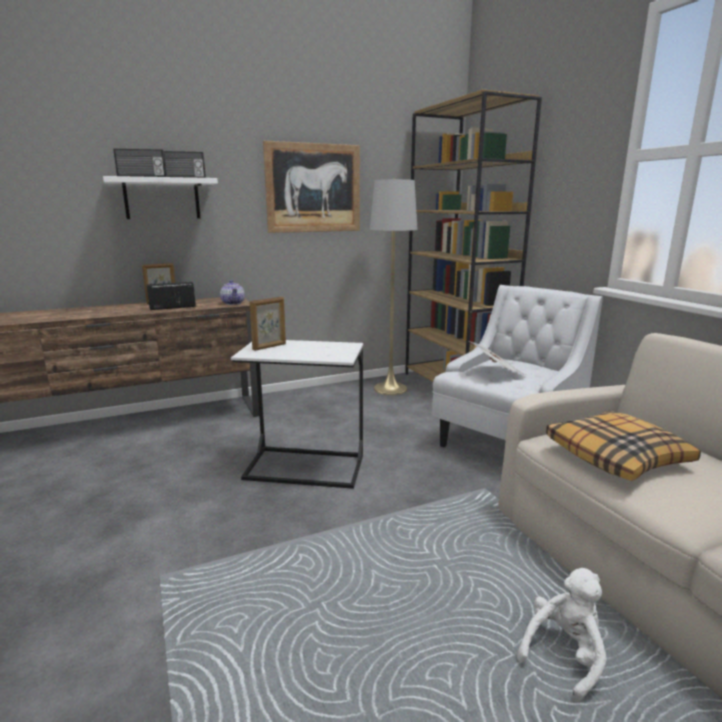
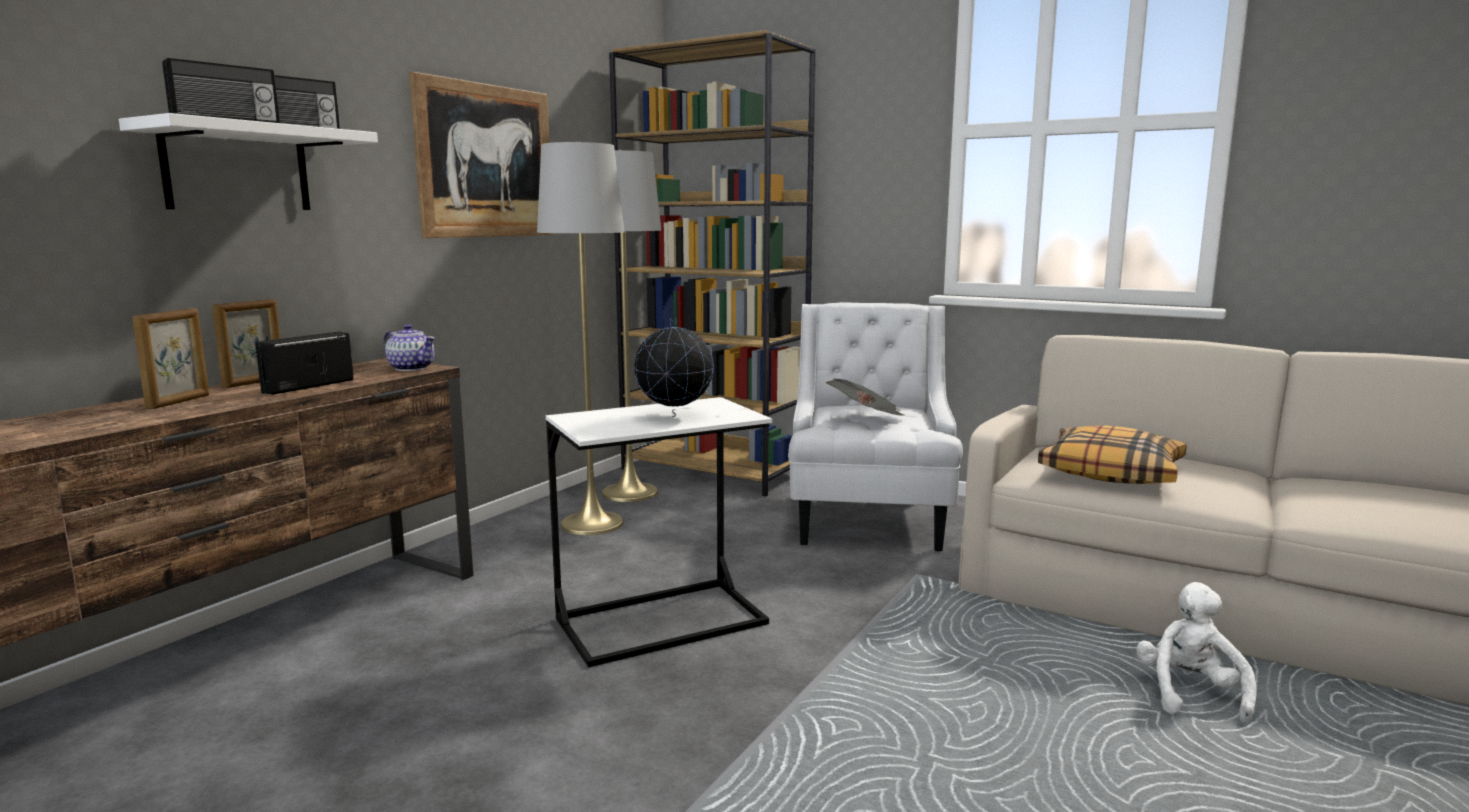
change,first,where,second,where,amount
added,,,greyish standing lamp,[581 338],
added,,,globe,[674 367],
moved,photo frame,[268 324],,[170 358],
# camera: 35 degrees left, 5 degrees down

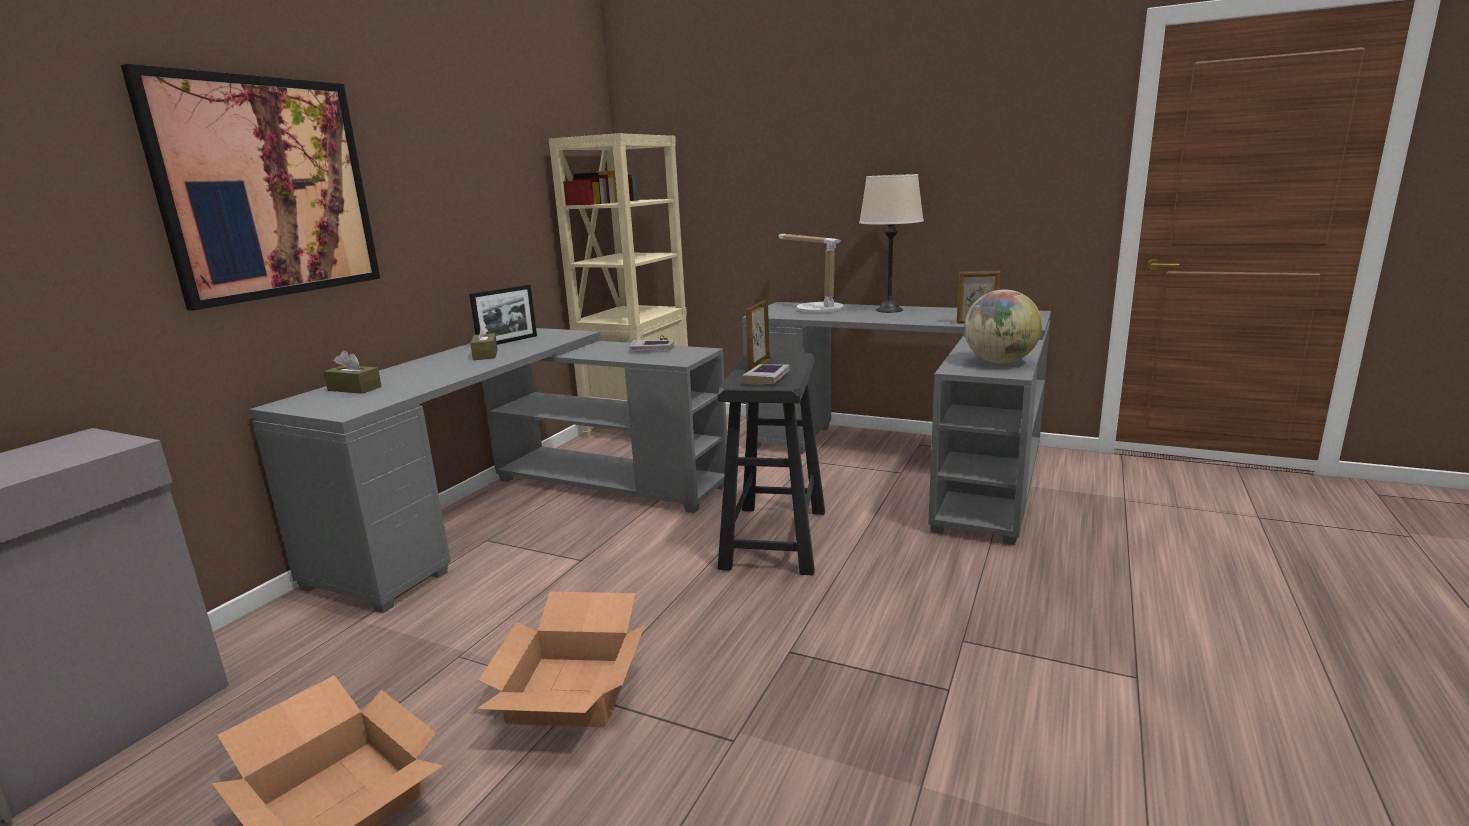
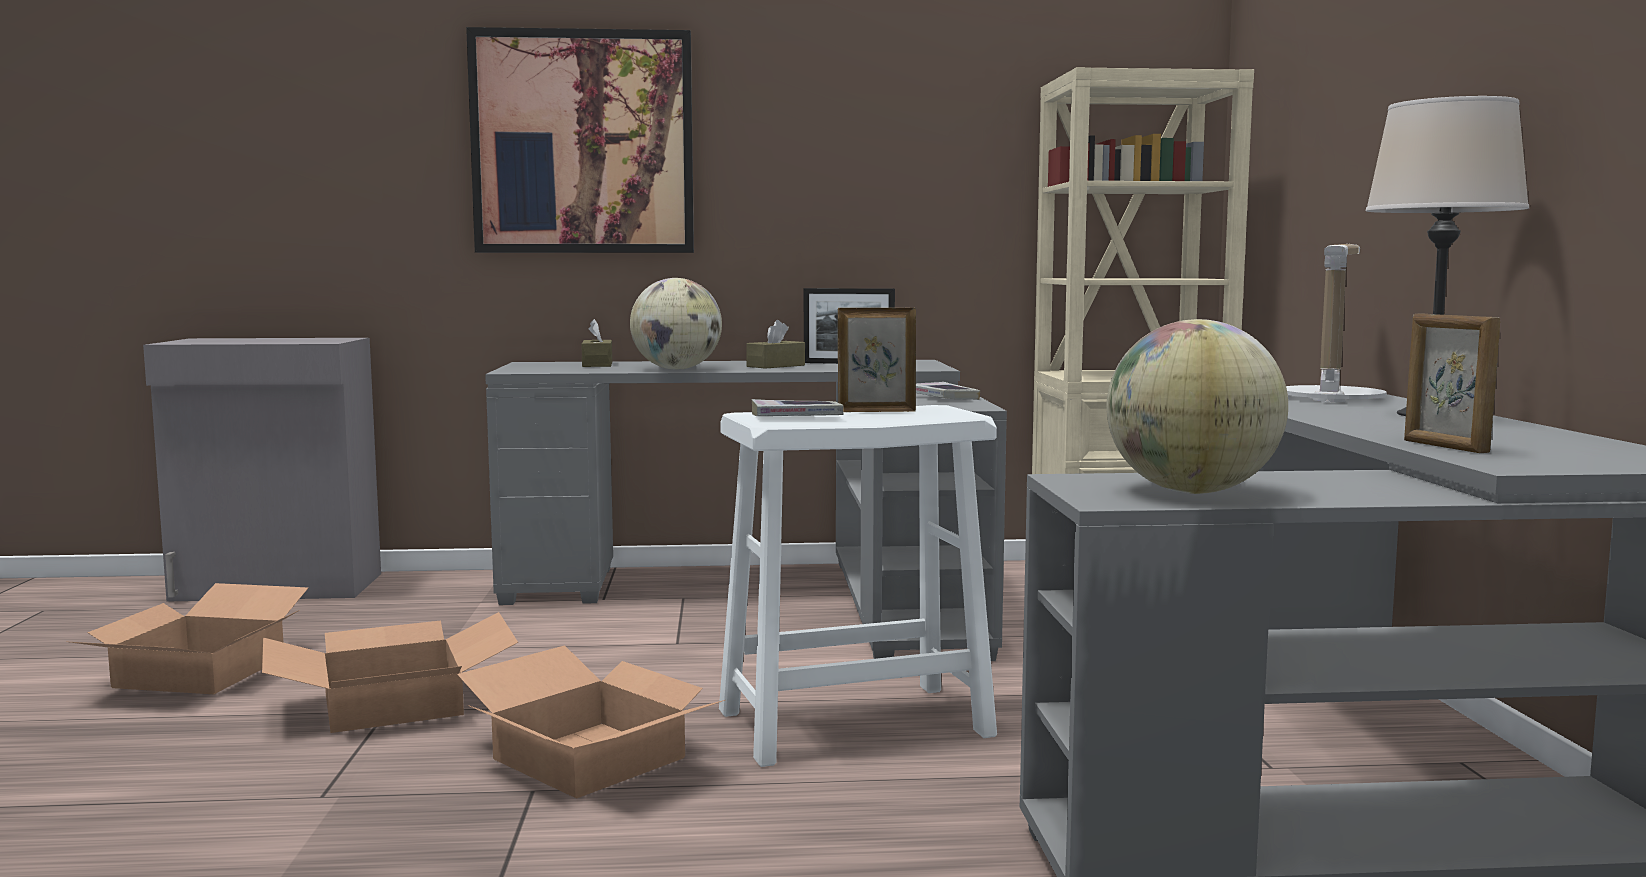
change,first,where,second,where,amount
added,,,cardboard box,[591 721],
added,,,globe,[676 324],
recoloured,blackish stool seat,[771 464],white stool seat,[858 586],
# camera: 60 degrees right, 10 degrees down

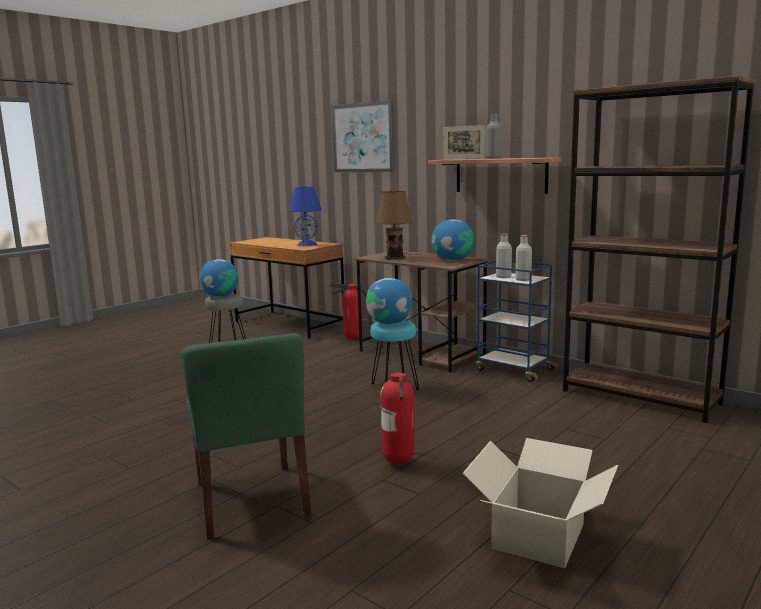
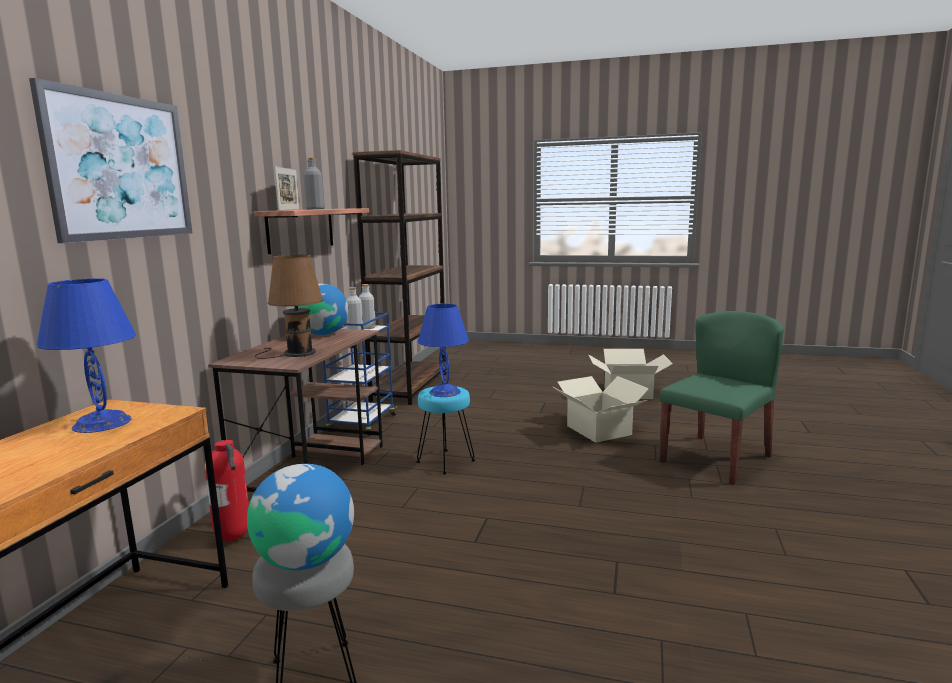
change,first,where,second,where,amount
replaced,globe,[389 301],blue-coloured table lamp,[443 350],
replaced,fire extinguisher,[397 418],cardboard box,[601 409],
# camera: 115 degrees left, 0 degrees up

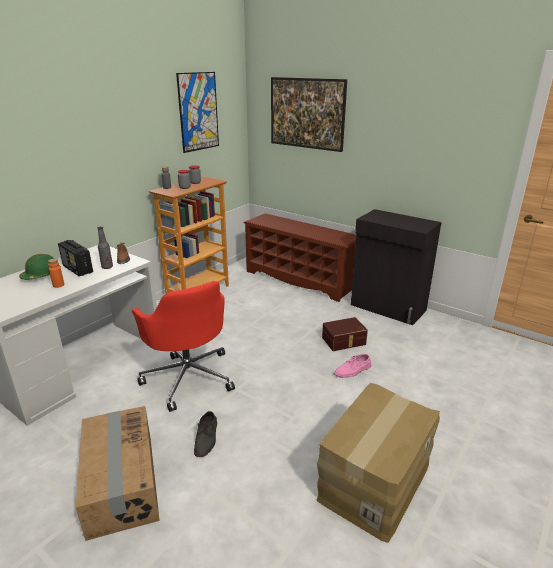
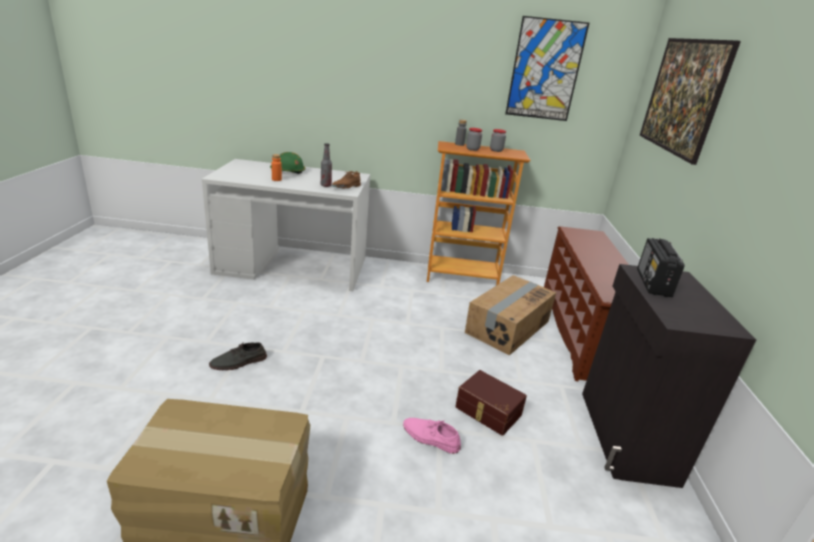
change,first,where,second,where,amount
removed,red office chair,[183 346],,,
moved,radio set,[75 258],,[661 267],
moved,cardboard box,[118 473],,[510 315],
# camera: 55 degrees right, 0 degrees up

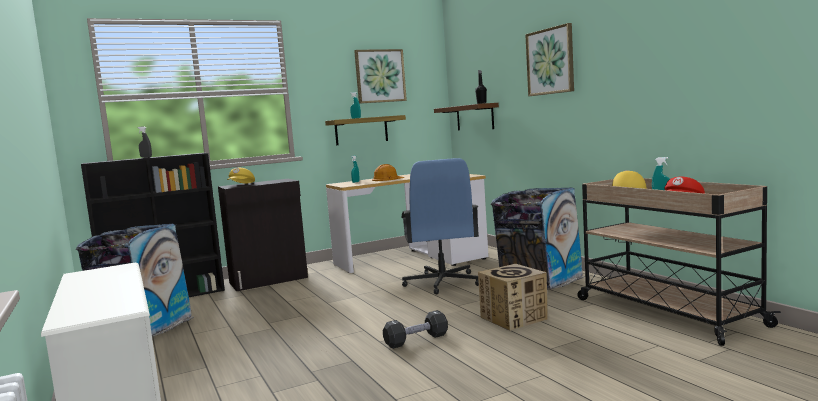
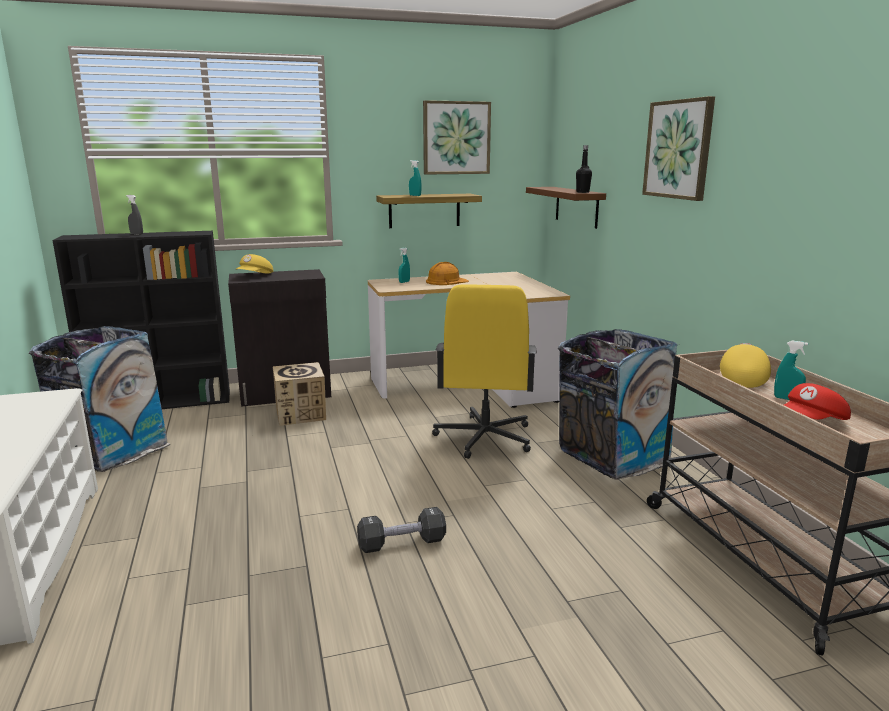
change,first,where,second,where,amount
moved,cardboard box,[513 297],,[299 394],
recoloured,blue-coloured office chair,[440 226],yellow-coloured office chair,[484 371],
# camera: 10 degrees right, 10 degrees up

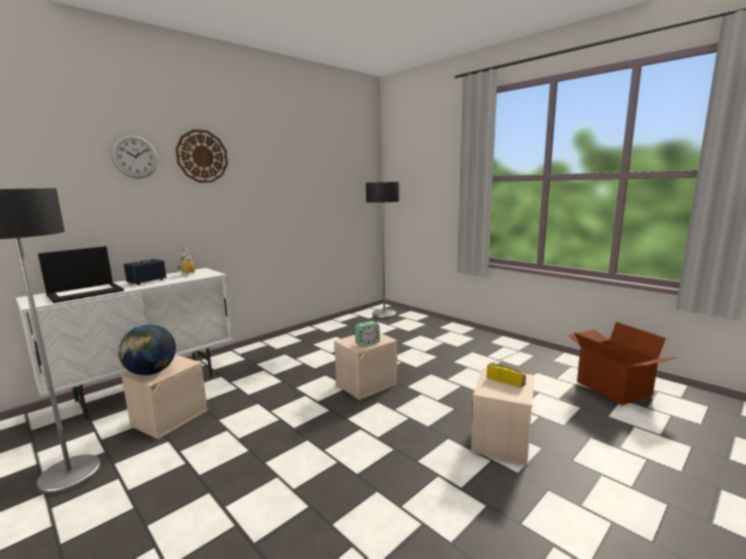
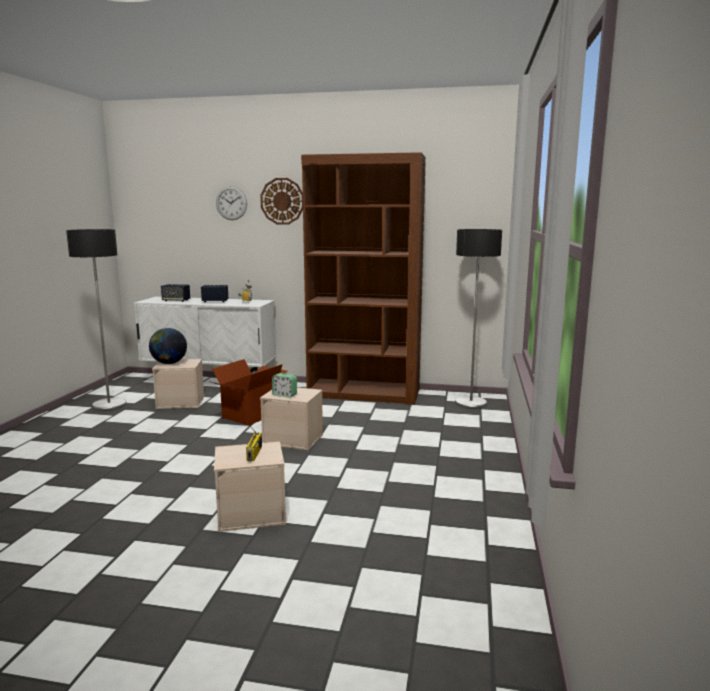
change,first,where,second,where,amount
added,,,brownish bookshelf,[363 278],
moved,cardboard box,[623 363],,[248 392],
replaced,laptop,[81 274],speaker,[175 293],
# camera: 55 degrees right, 0 degrees up

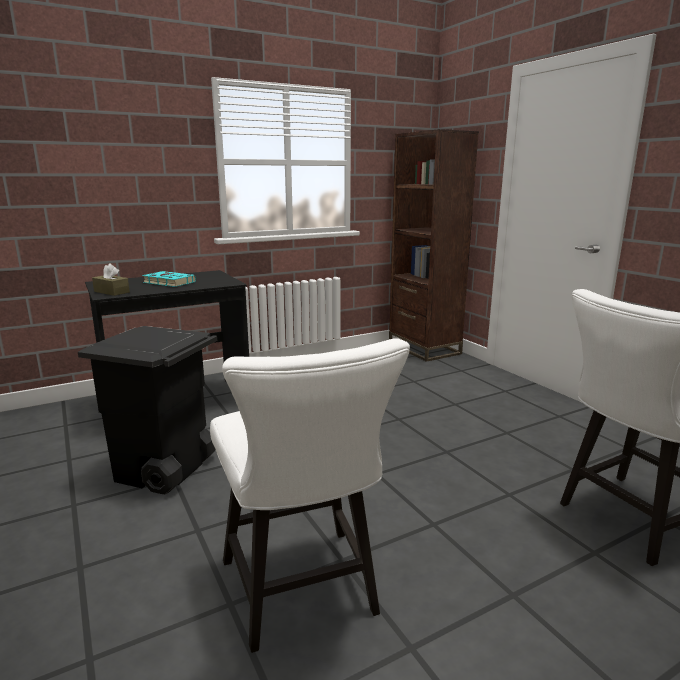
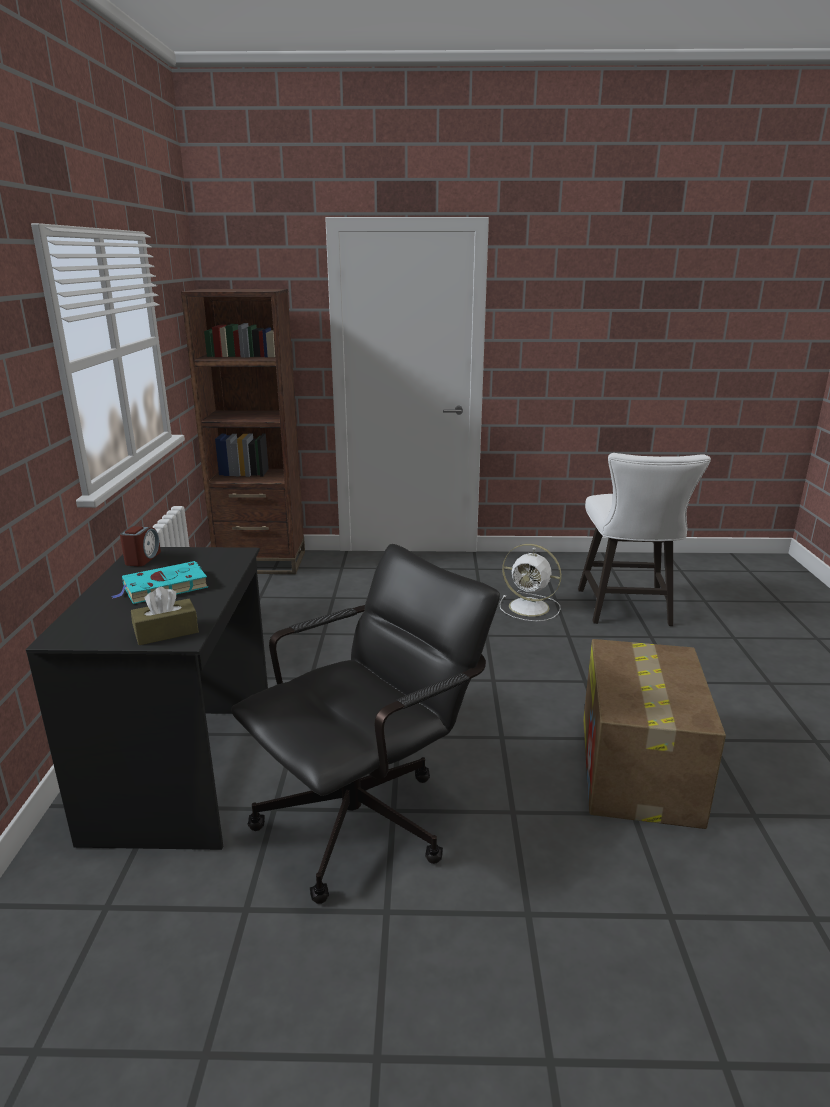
change,first,where,second,where,amount
added,,,bedside clock,[140 546],
added,,,white fan,[531 582],
replaced,blackish waste bin,[147 410],blackish office chair,[365 724],
replaced,white plain chair,[310 495],cardboard box,[654 734],
# camera: 60 degrees left, 5 degrees up

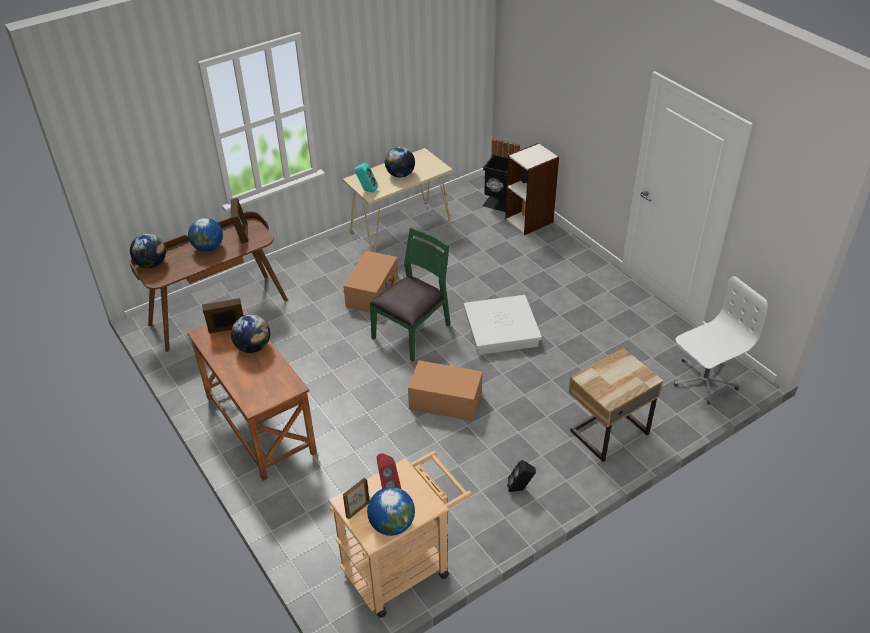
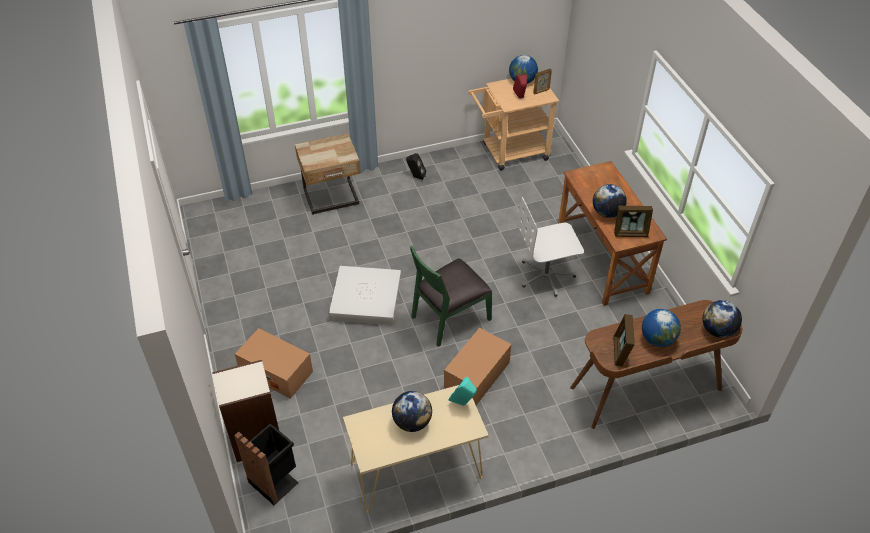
change,first,where,second,where,amount
moved,cardboard box,[445 390],,[274 363],
moved,white office chair,[720 340],,[550 247],
# camera: 165 degrees left, 5 degrees up

